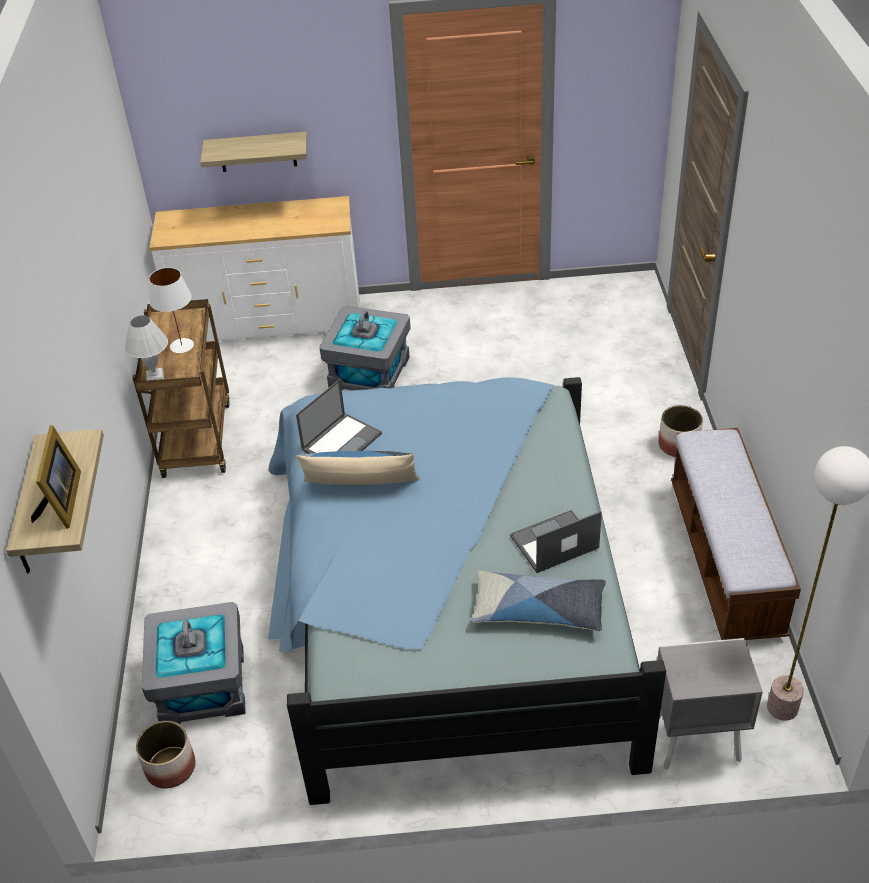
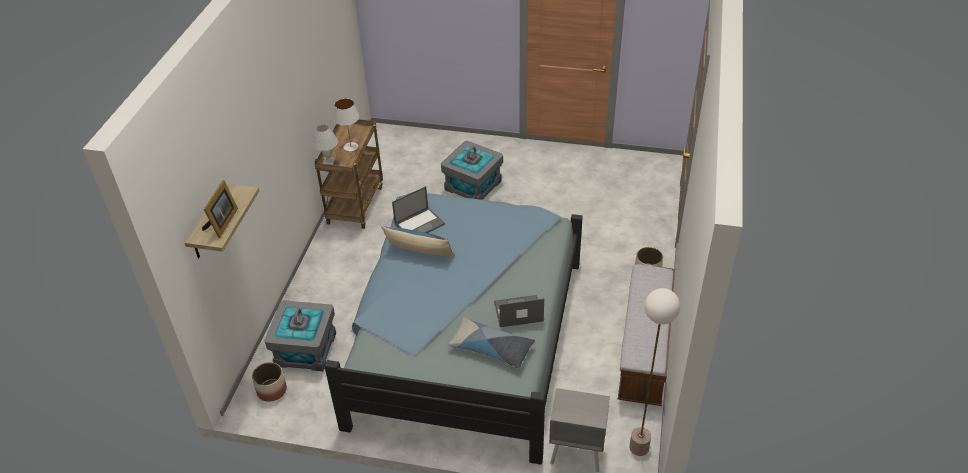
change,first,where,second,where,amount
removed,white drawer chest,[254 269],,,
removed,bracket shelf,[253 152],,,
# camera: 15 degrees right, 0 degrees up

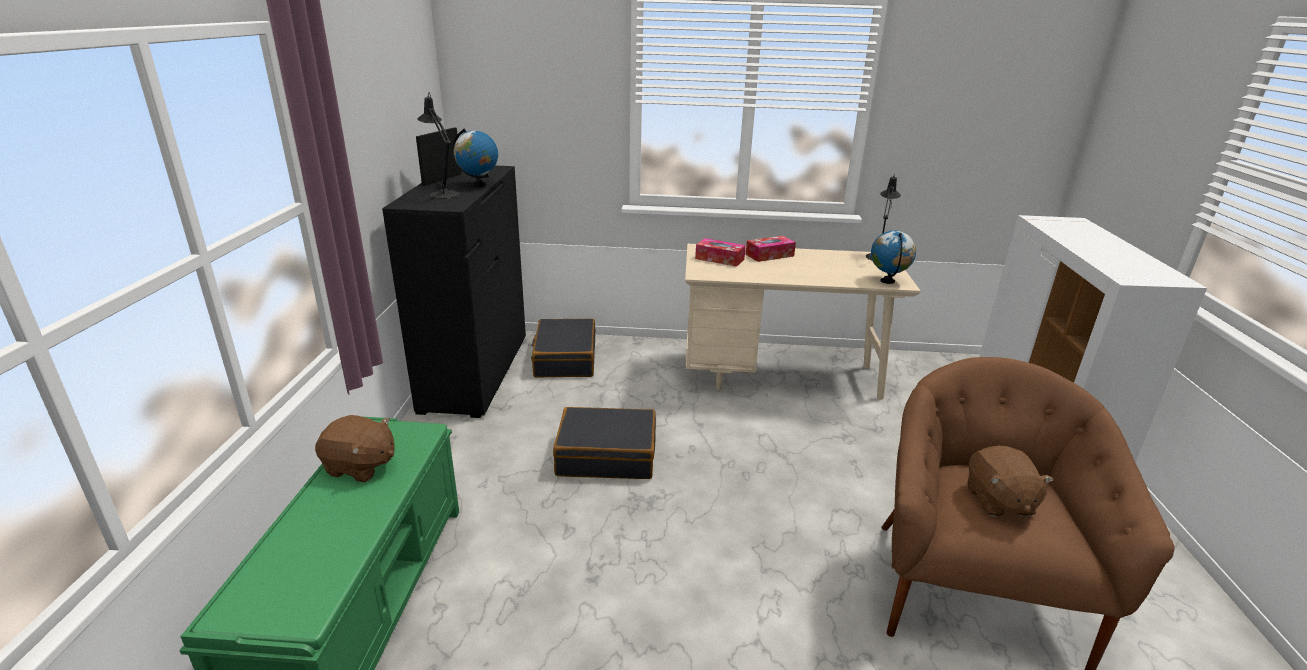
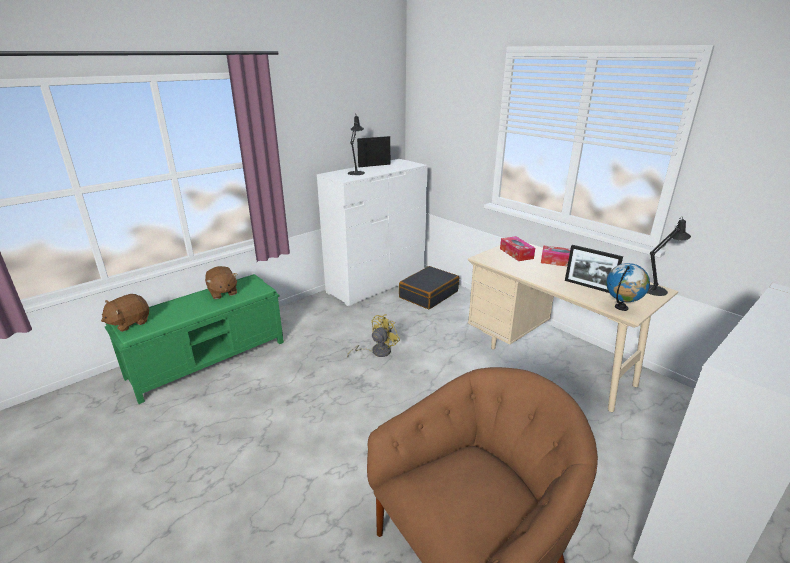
change,first,where,second,where,amount
removed,globe,[475 157],,,
added,,,photo frame,[594 269],
moved,brownish soft toy,[1010 481],,[125 313],
replaced,blackish suitcase,[604 443],yellow-coloured fan,[373 335],
recoloured,blackish drawer chest,[454 291],white drawer chest,[372 232],
# camera: 45 degrees right, 0 degrees up

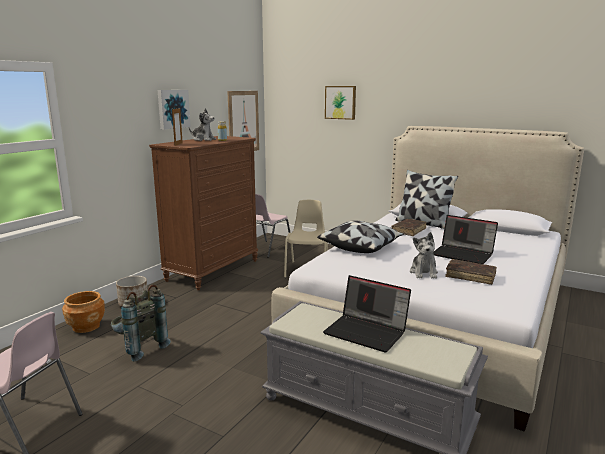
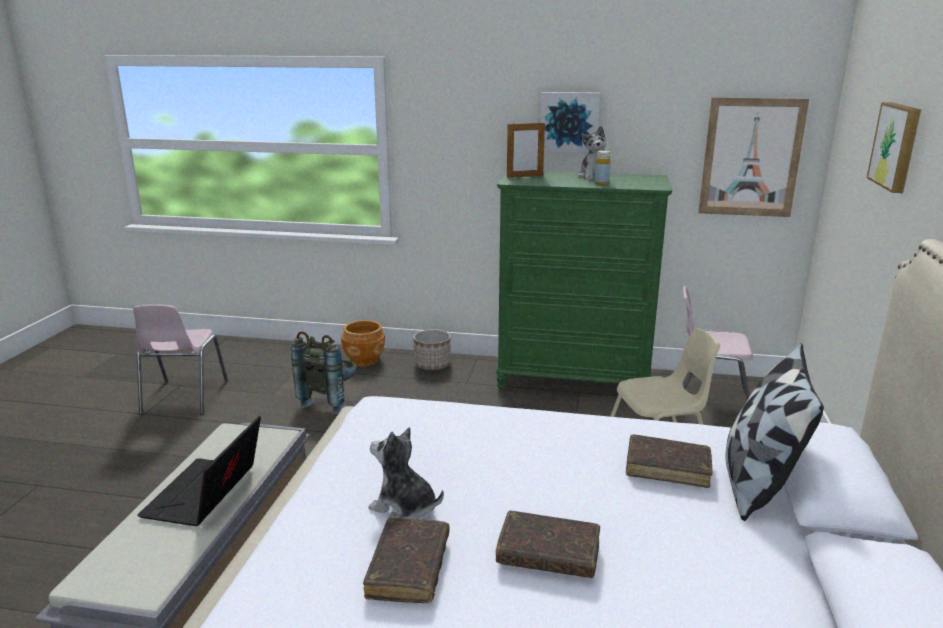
change,first,where,second,where,amount
removed,throw pillow,[360 236],,,
replaced,laptop,[465 239],brownish volume,[548 544],
recoloured,brownish drawer chest,[203 213],green-coloured drawer chest,[584 280],
turned,soft toy,[424 255],,[406 473],45 degrees clockwise
# camera: 70 degrees right, 5 degrees up

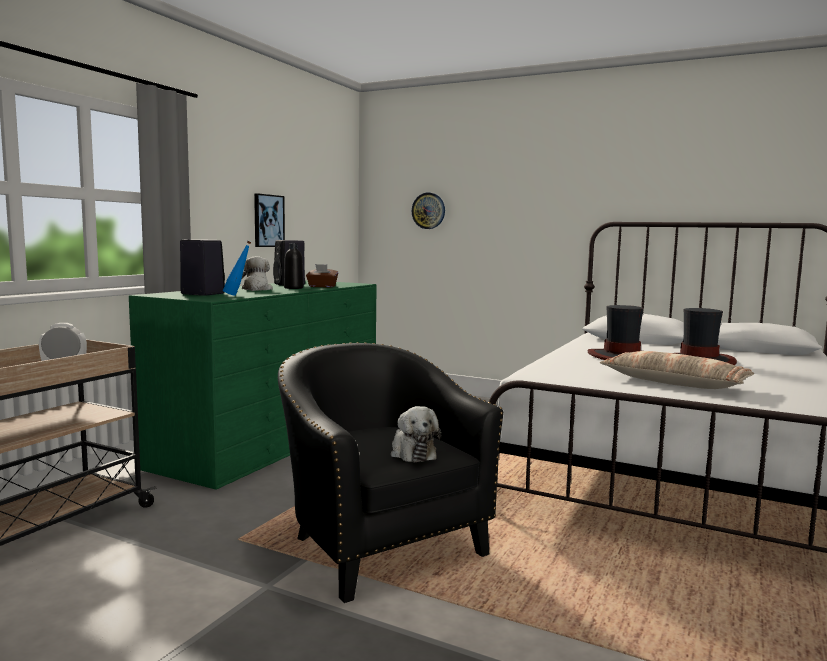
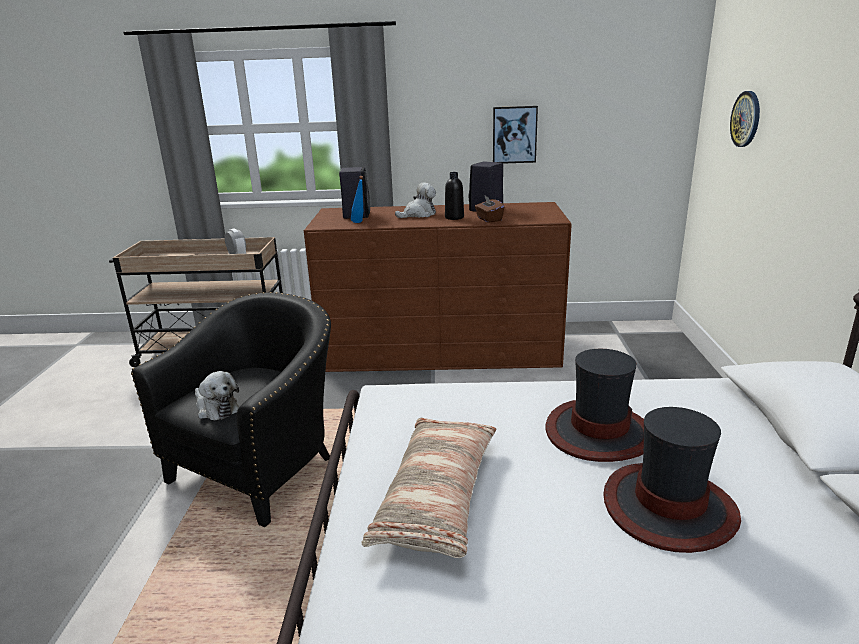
change,first,where,second,where,amount
recoloured,green-coloured drawer chest,[253 385],brownish drawer chest,[438 287],
turned,soft toy,[416 434],,[217 395],90 degrees counterclockwise
# camera: 65 degrees right, 15 degrees up

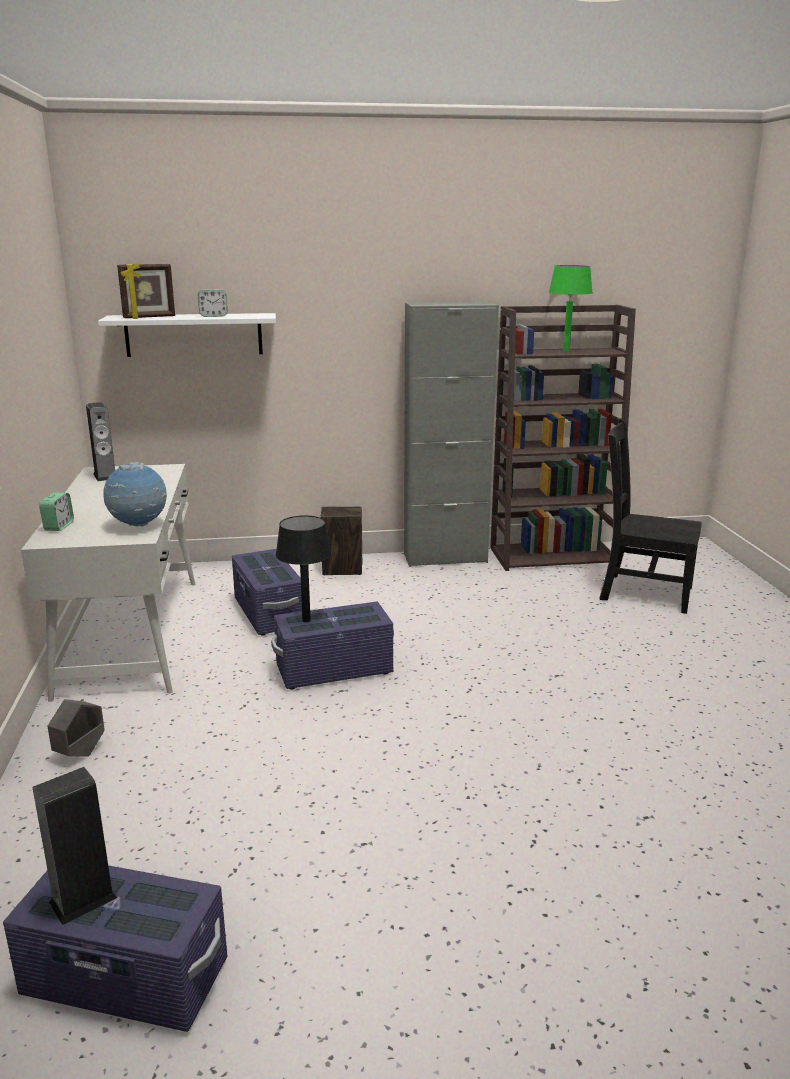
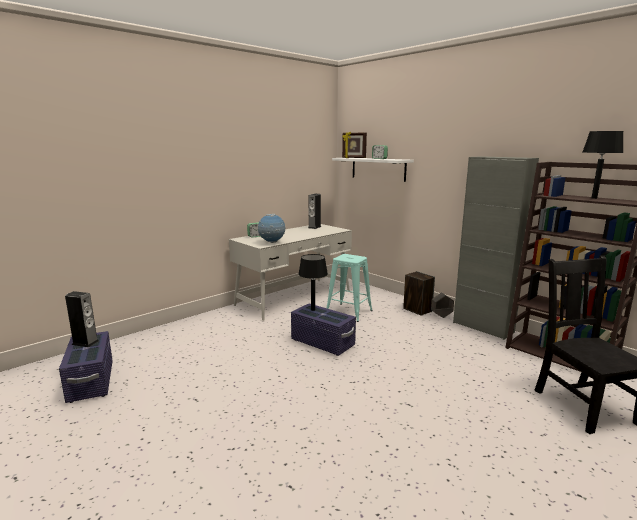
change,first,where,second,where,amount
moved,greyish planter,[76 728],,[442 305],
replaced,purplish storage box,[267 592],turquoise stool seat,[350 288],
recoloured,green-coloured table lamp,[571 308],blackish table lamp,[603 165],
# camera: 55 degrees right, 5 degrees down

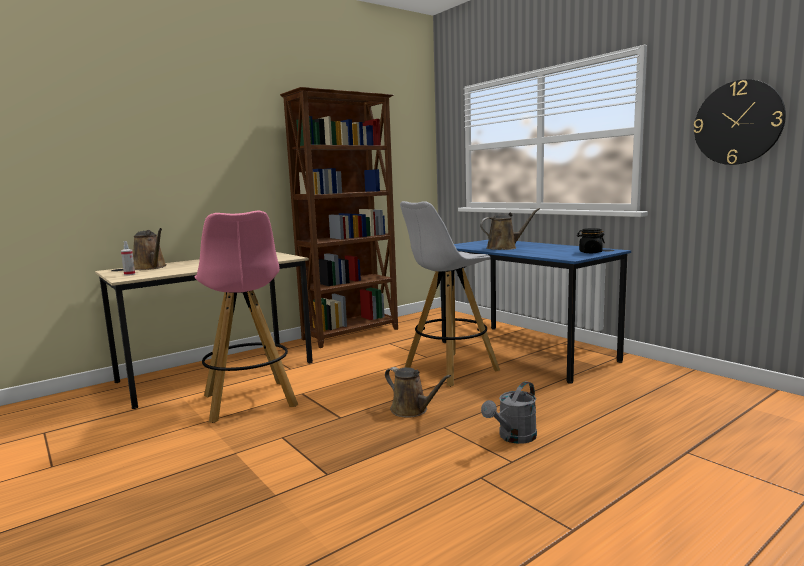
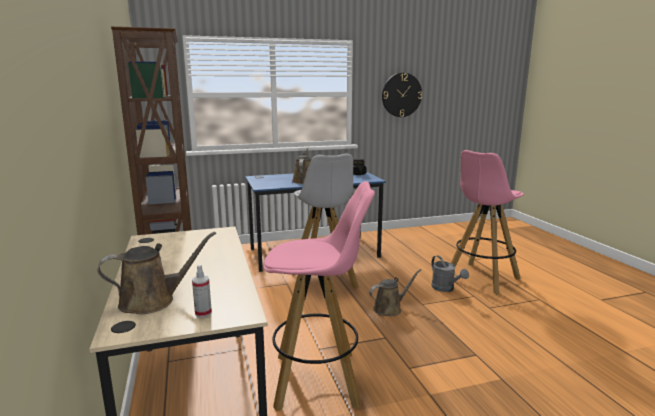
change,first,where,second,where,amount
added,,,pinkish stool seat,[487 222],
# camera: 70 degrees left, 5 degrees up

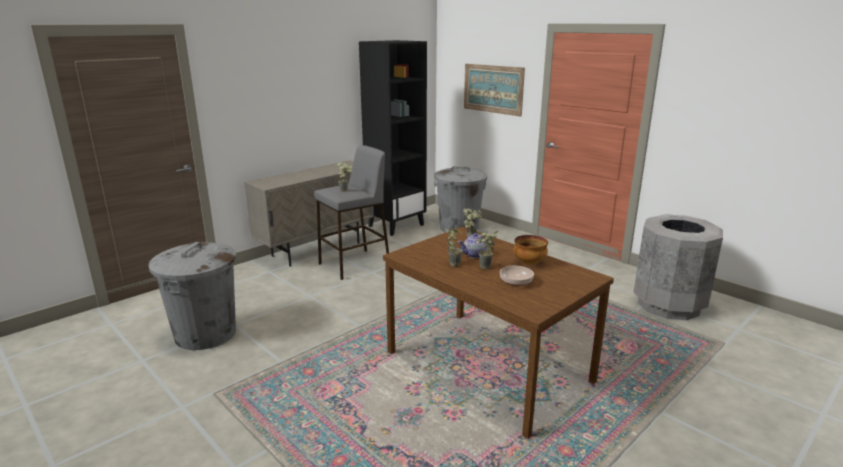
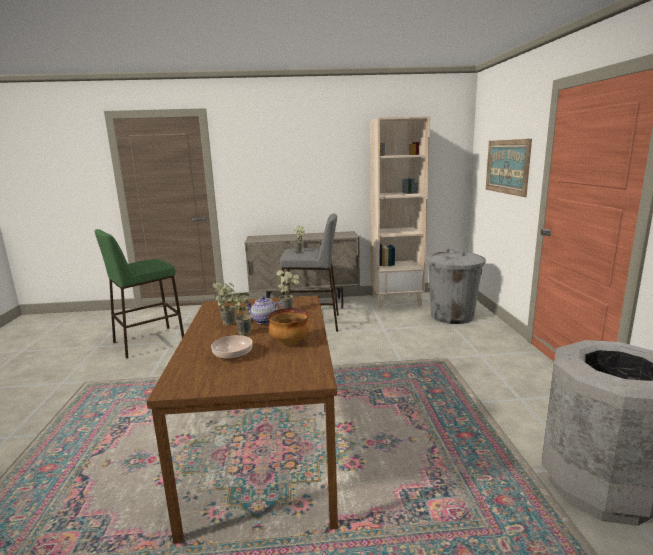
change,first,where,second,where,amount
replaced,greyish waste bin,[192 296],green-coloured stool seat,[139 293],
recoloured,blackish bookshelf,[393 138],beige-coloured bookshelf,[400 212],
# camera: 40 degrees right, 5 degrees down

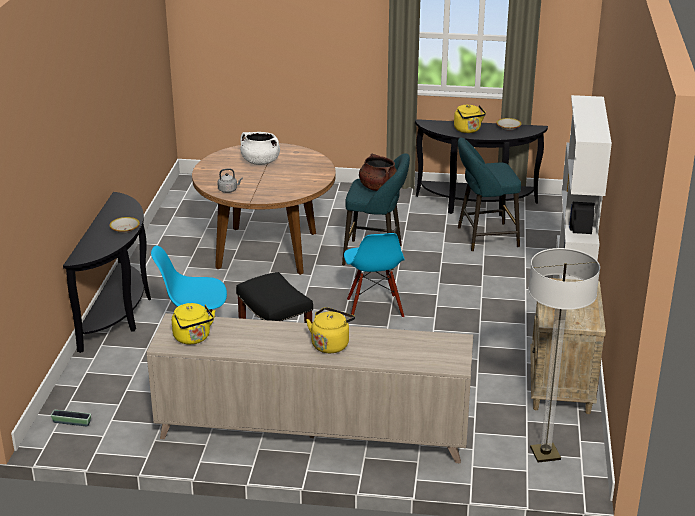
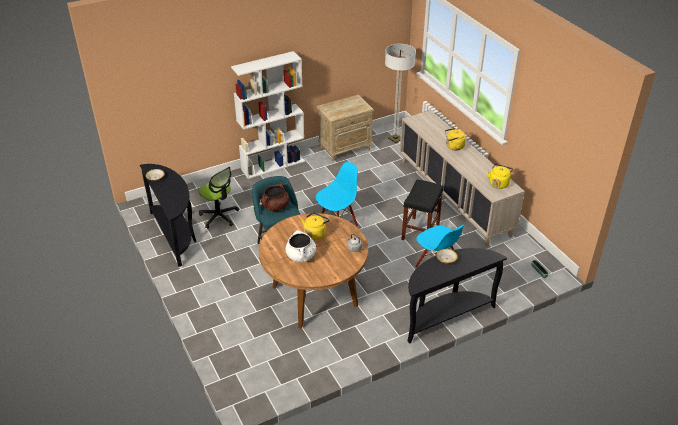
change,first,where,second,where,amount
moved,yellow-coloured water kettle,[470 119],,[316 226],
replaced,turquoise stool seat,[489 195],office chair,[219 198],
# camera: 125 degrees left, 10 degrees up

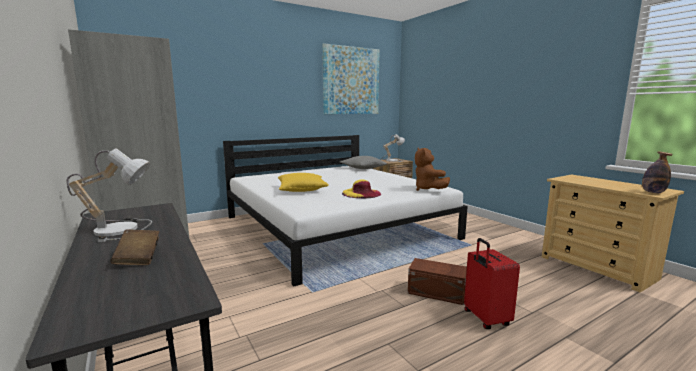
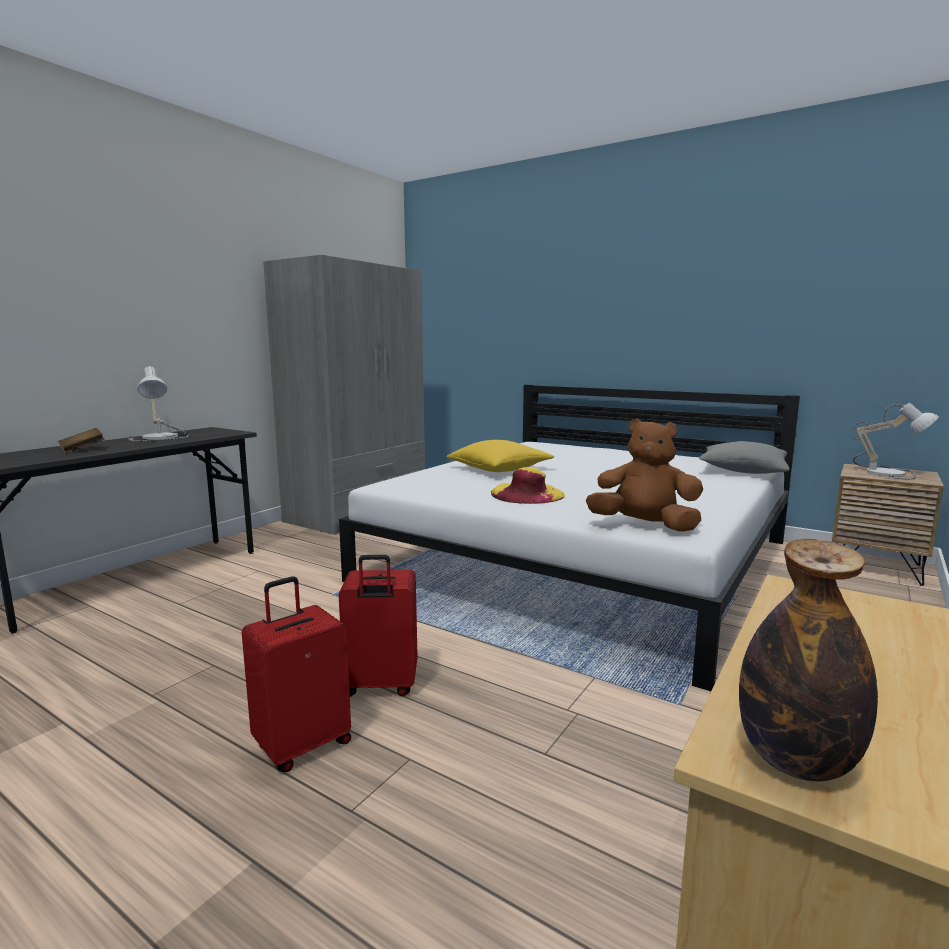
change,first,where,second,where,amount
removed,picture,[351 78],,,
replaced,brownish storage box,[437 281],red suitcase,[378 626],
turned,brownish soft toy,[432 169],,[644 475],60 degrees clockwise
# camera: 65 degrees right, 0 degrees up

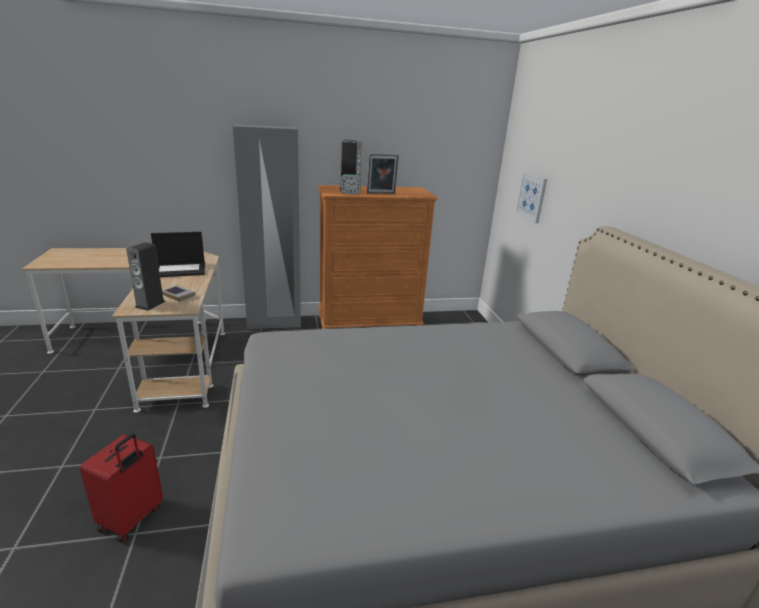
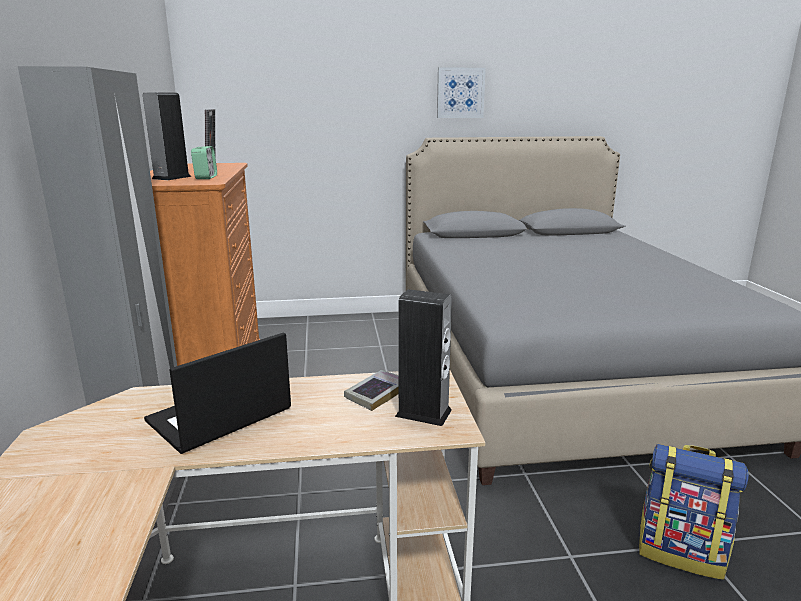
change,first,where,second,where,amount
moved,picture,[531 197],,[461 92],
replaced,red suitcase,[121 488],backpack,[694 512],
turned,laptop,[178 254],,[217 393],120 degrees counterclockwise
# camera: 85 degrees left, 5 degrees down

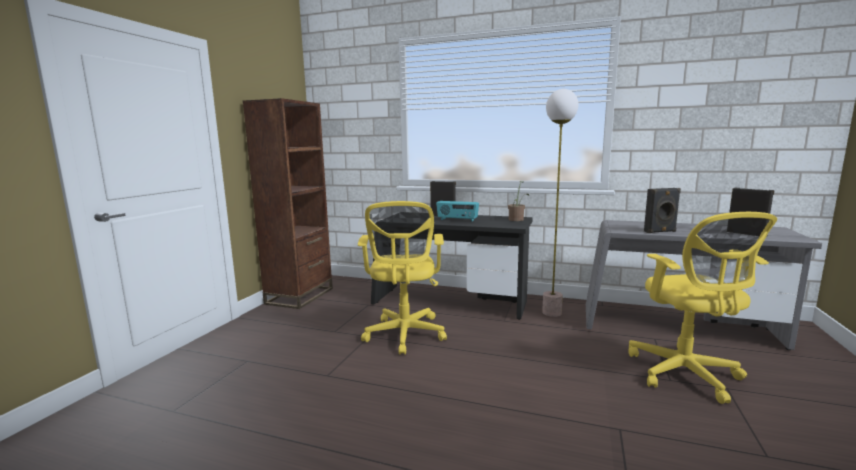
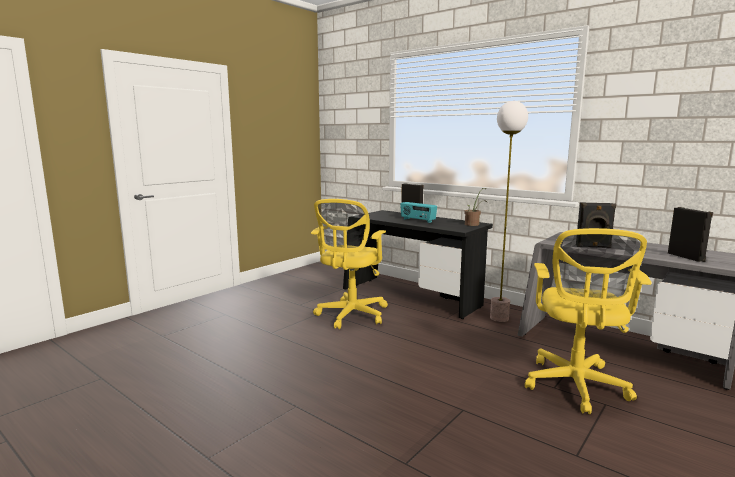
change,first,where,second,where,amount
removed,brownish bookshelf,[288 203],,,
# camera: 20 degrees right, 0 degrees up

